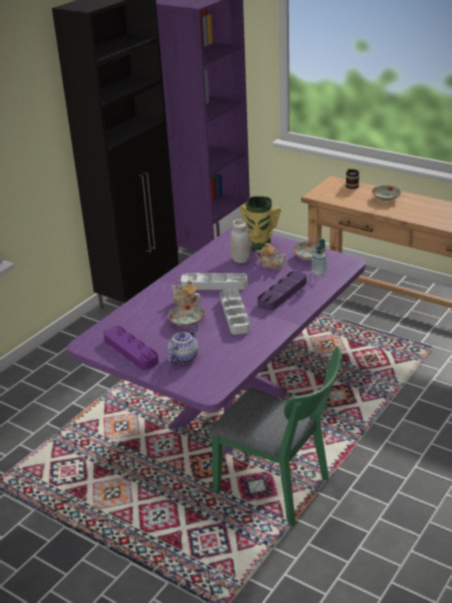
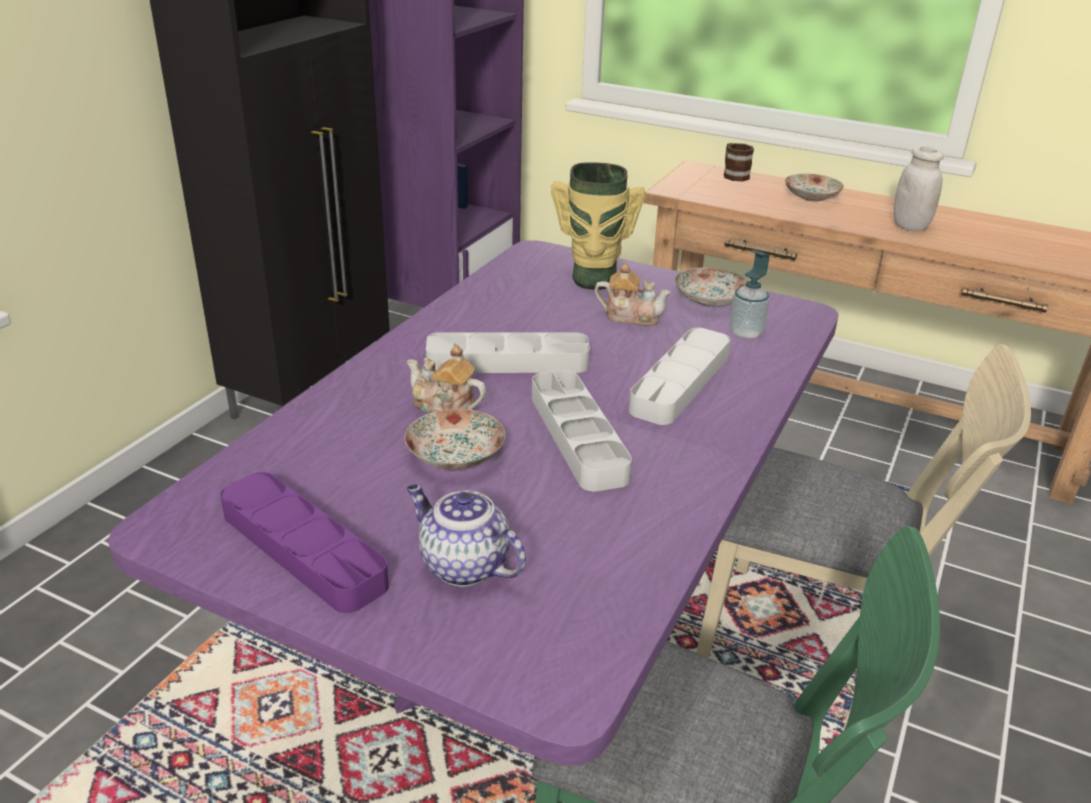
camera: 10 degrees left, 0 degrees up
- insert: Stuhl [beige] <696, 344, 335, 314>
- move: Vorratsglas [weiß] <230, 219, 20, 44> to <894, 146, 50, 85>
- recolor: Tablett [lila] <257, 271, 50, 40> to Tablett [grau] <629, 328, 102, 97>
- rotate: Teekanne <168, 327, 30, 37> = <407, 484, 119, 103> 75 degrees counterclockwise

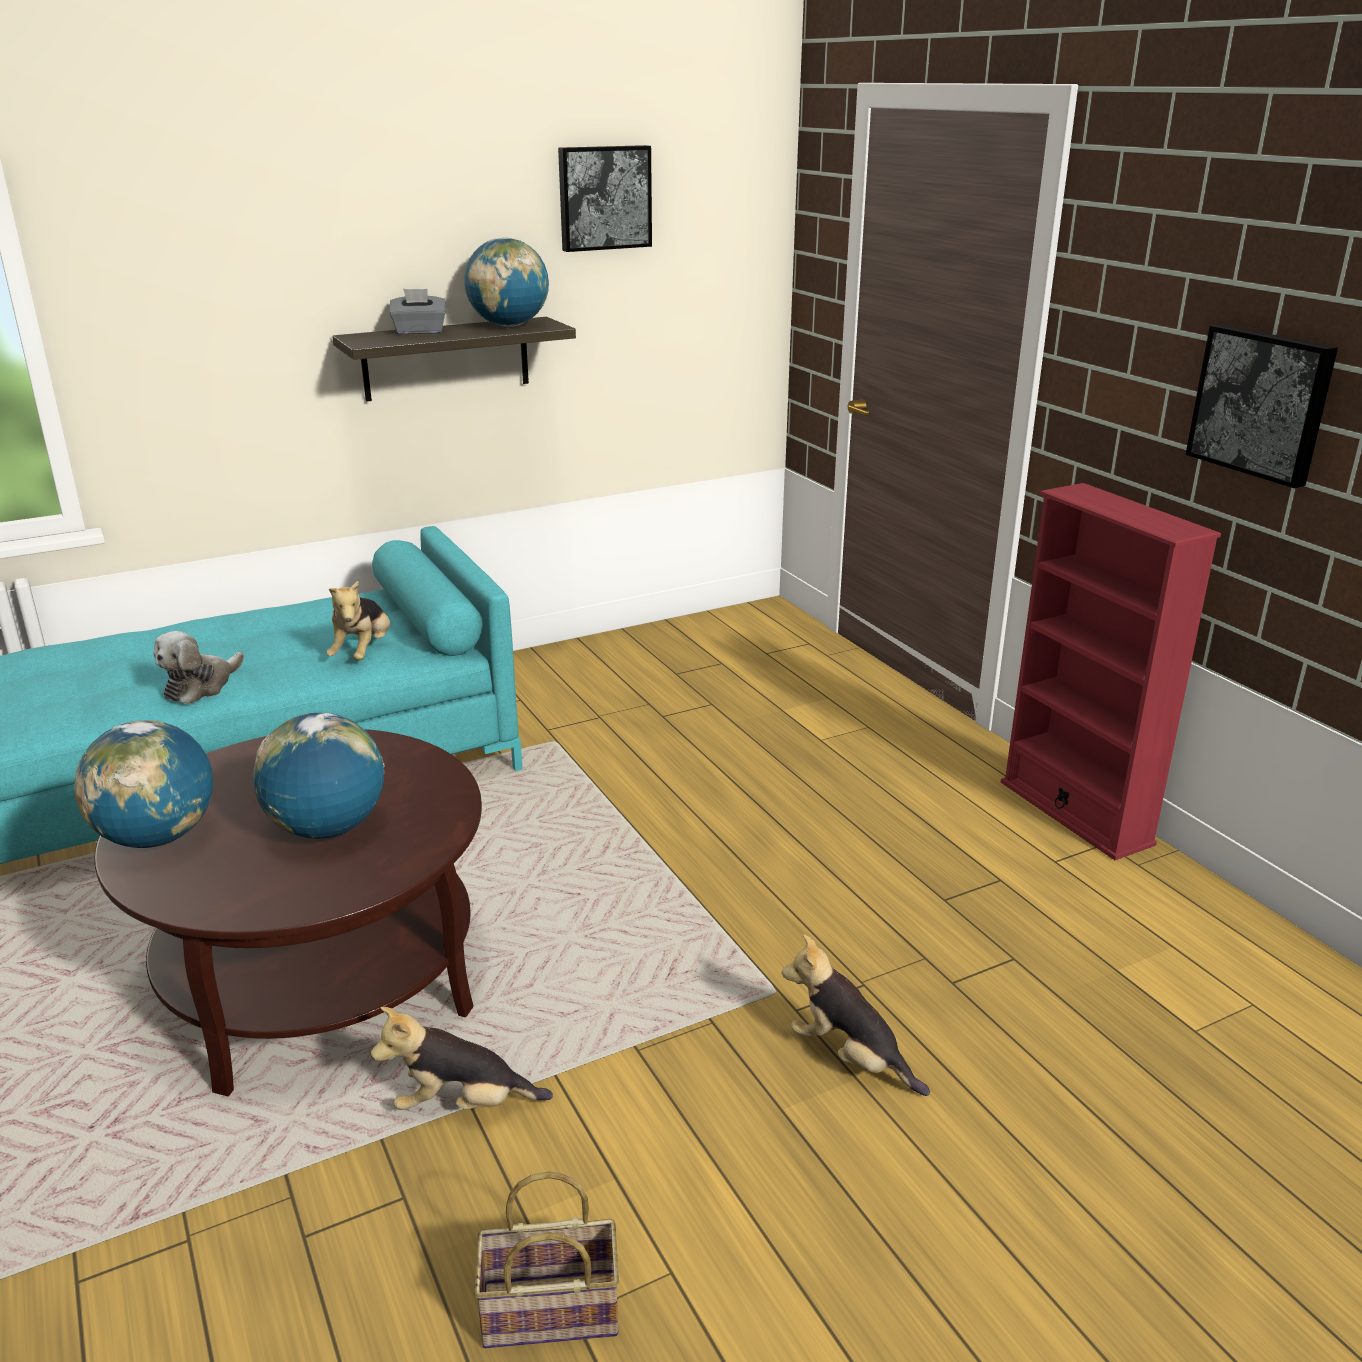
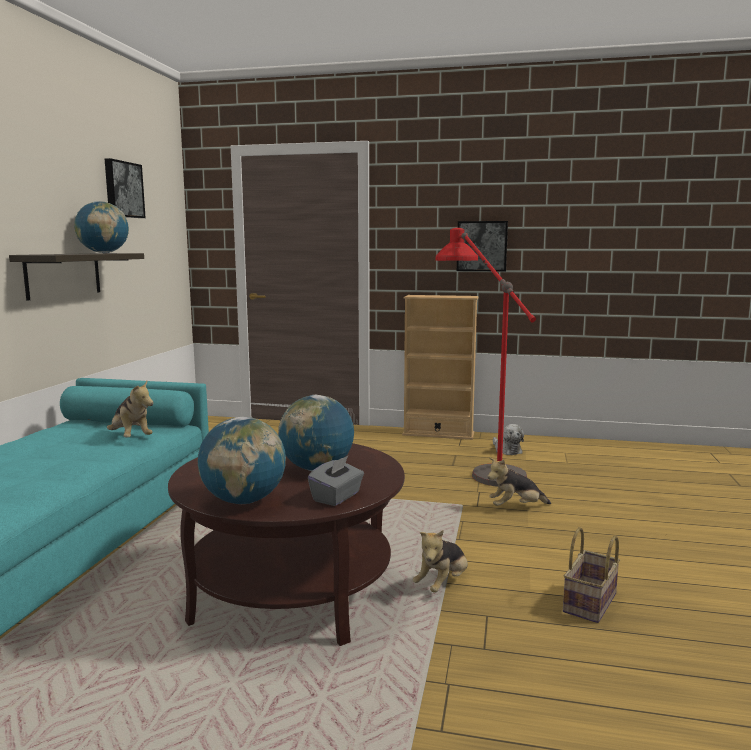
camera: 50 degrees left, 15 degrees down
- insert: Stehlampe [rot] <435, 228, 101, 259>
- move: Plüschtier <154, 631, 90, 73> to <493, 424, 31, 31>
- move: Taschentuchbox [grau] <390, 289, 56, 45> to <308, 456, 56, 50>
- recolor: Bücherregal [rot] <1001, 483, 220, 377> to Bücherregal [beige] <402, 295, 77, 145>

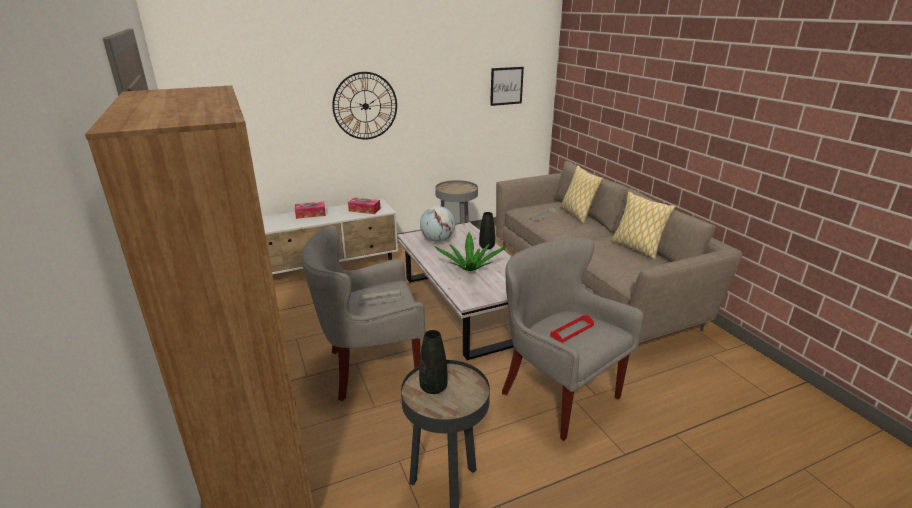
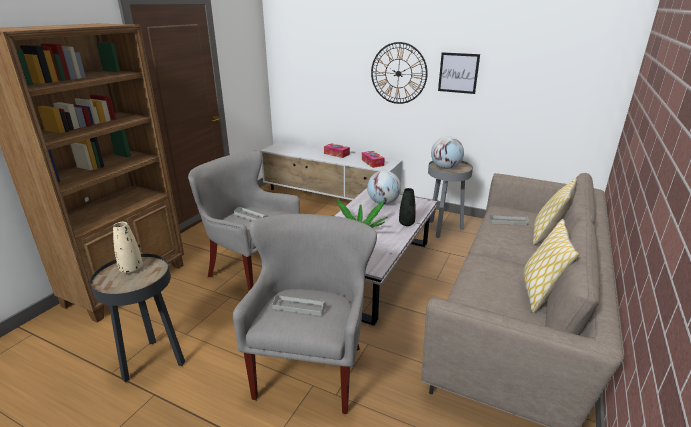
camera: 50 degrees right, 0 degrees up
- insert: Globus <431, 136, 33, 33>
- move: Bild <490, 67, 34, 39> to <438, 52, 42, 42>
- recolor: Vase [schwarz] <419, 330, 29, 64> to Vase [beige] <113, 222, 30, 52>
- recolor: Tablett [rot] <550, 315, 44, 28> to Tablett [grau] <272, 295, 54, 21>

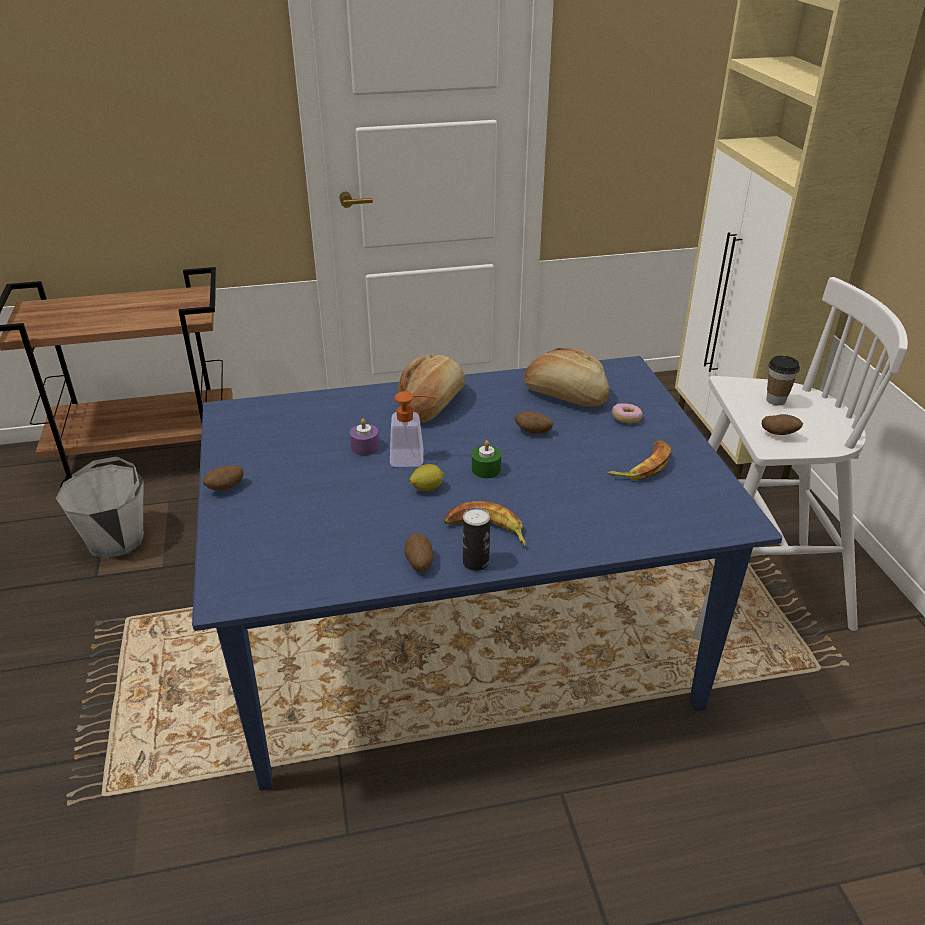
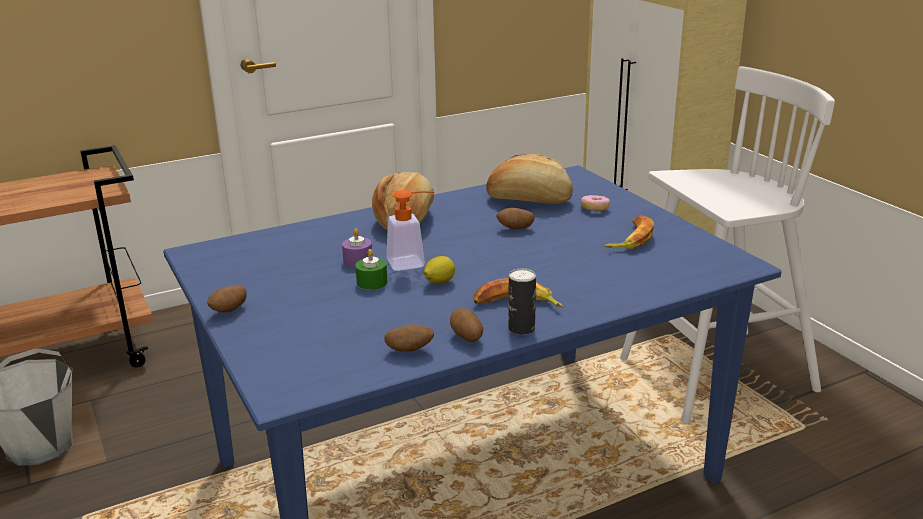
camera: 15 degrees left, 10 degrees down
- delete: Tasse <766, 355, 34, 50>
- move: Kerze [grün] <472, 440, 29, 38> to <356, 249, 32, 41>
- move: Kartoffel <762, 414, 41, 21> to <384, 324, 50, 28>

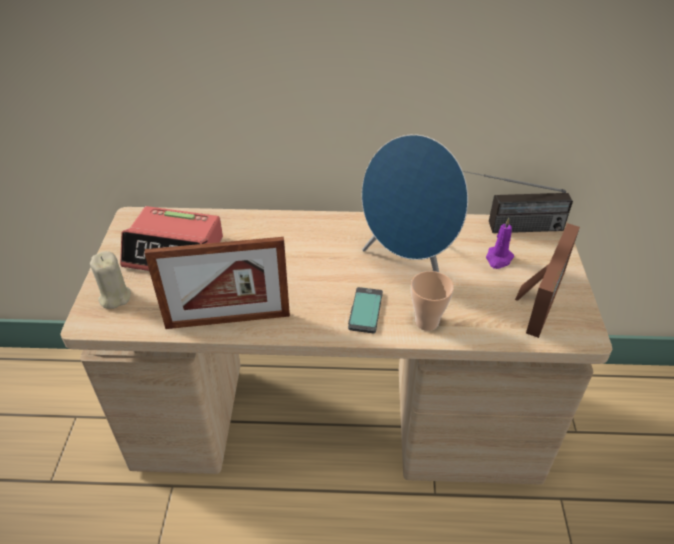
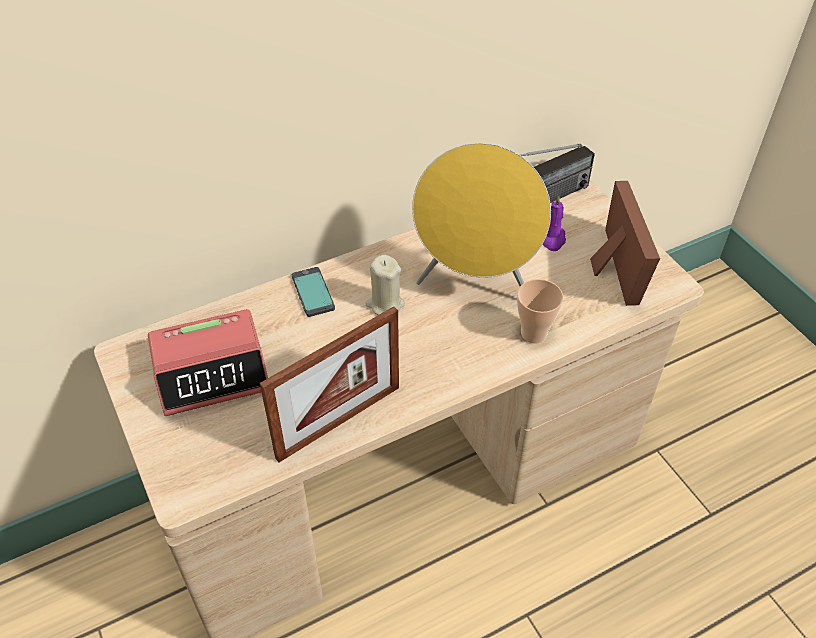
camera: 30 degrees left, 5 degrees up
- move: Kerze [beige] <90, 251, 41, 58> to <365, 255, 40, 60>
- move: Handy <348, 287, 35, 46> to <292, 267, 43, 50>
- recolor: Lautsprecher [blau] <362, 134, 106, 138> to Lautsprecher [gelb] <412, 143, 139, 143>

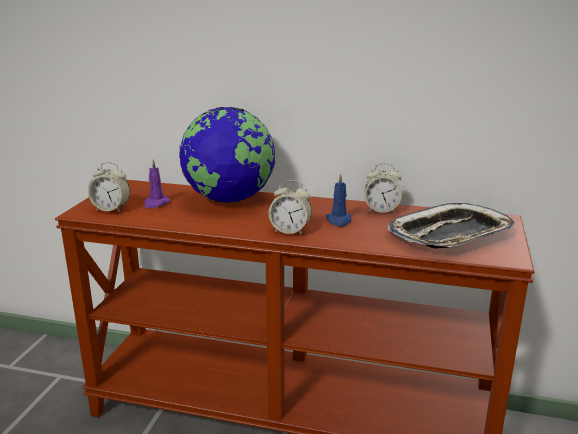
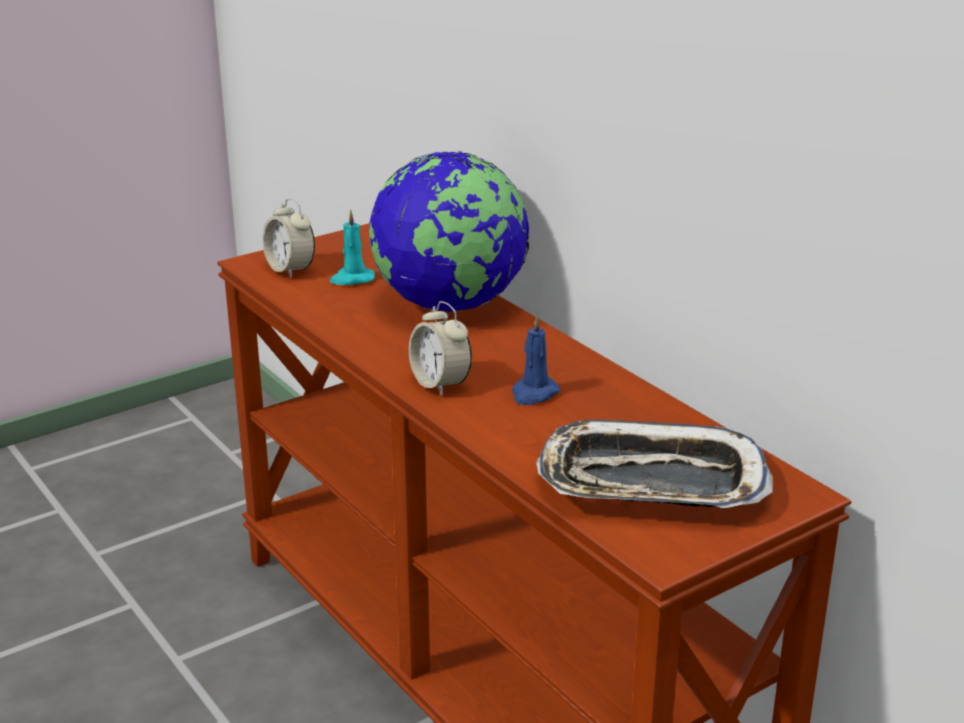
camera: 40 degrees right, 5 degrees up
- delete: Wecker <364, 163, 38, 50>
- recolor: Kerze [lila] <144, 159, 26, 50> to Kerze [türkis] <329, 209, 46, 76>

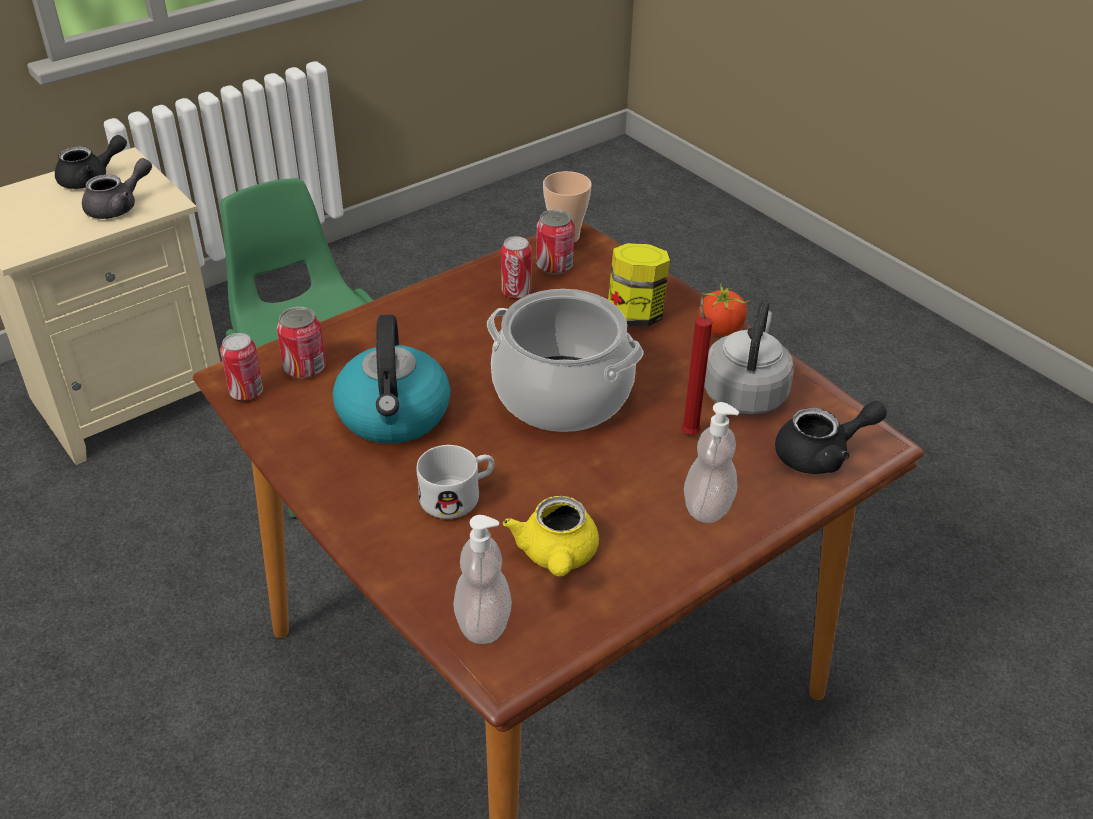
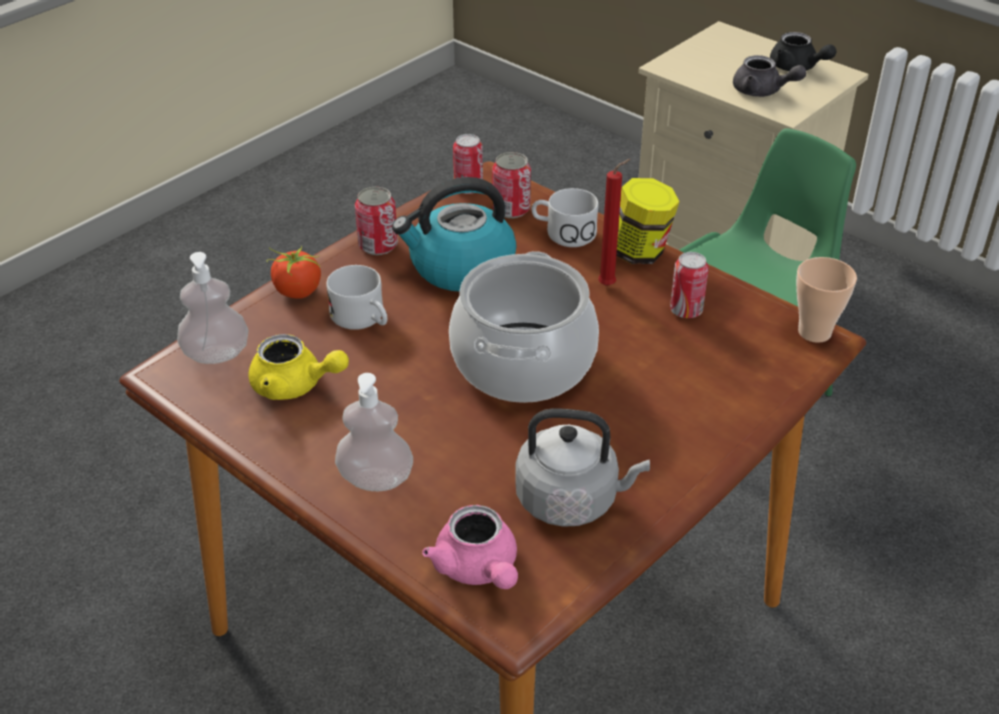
camera: 80 degrees right, 0 degrees up
- insert: Henkelbecher [weiß] <531, 188, 67, 59>
- move: Dose <536, 209, 39, 66> to <355, 187, 43, 68>
- move: Vorratsglas <608, 243, 62, 83> to <616, 178, 64, 86>
- move: Kerze [rot] <681, 297, 32, 138> to <598, 159, 33, 127>
- move: Tomate <699, 284, 51, 52> to <267, 245, 54, 54>
- recolor: Teekanne [schwarz] <775, 401, 112, 73> to Teekanne [rosa] <422, 505, 96, 84>
- rotate: Teekanne [gelb] <503, 496, 96, 81> = <249, 334, 100, 66> 150 degrees counterclockwise

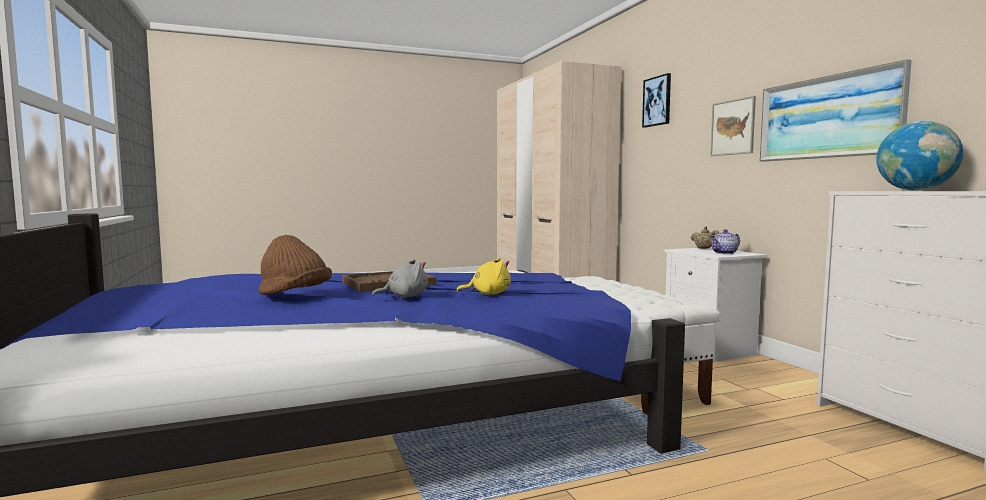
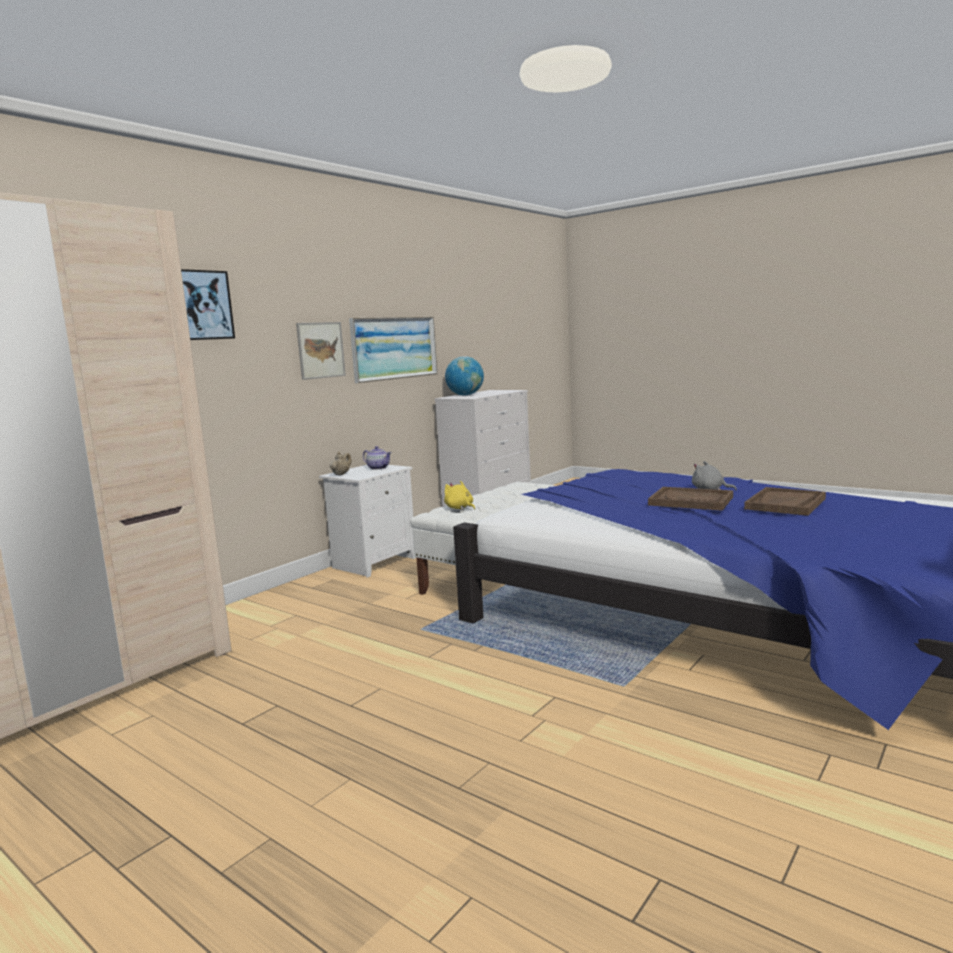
camera: 120 degrees left, 5 degrees up
- move: Plüschtier [gelb] <456, 258, 55, 37> to <444, 481, 31, 29>
- replace: Hut [braun] <258, 235, 74, 60> to Tablett [braun] <744, 487, 82, 29>

